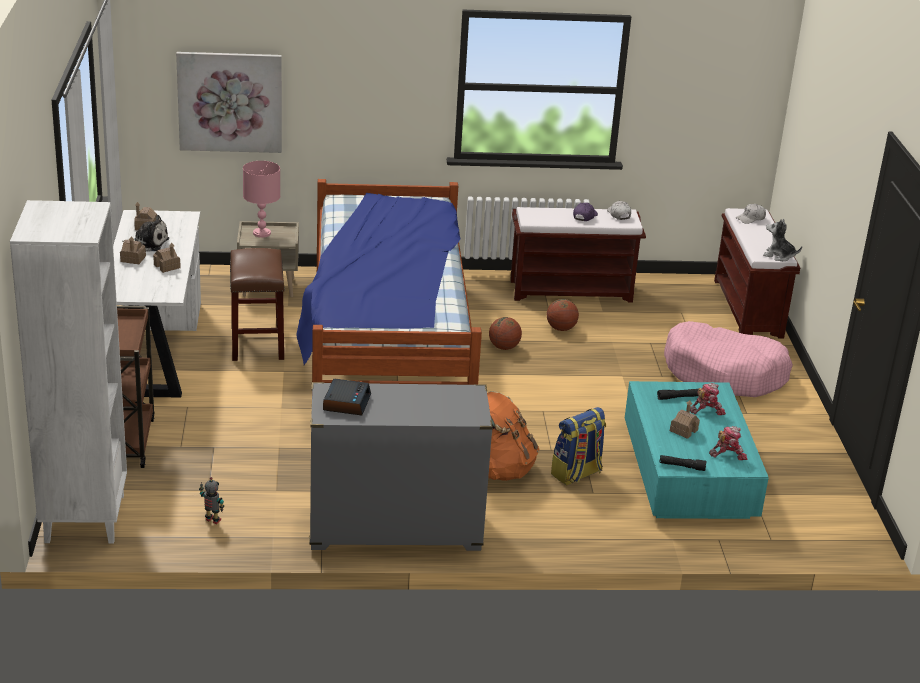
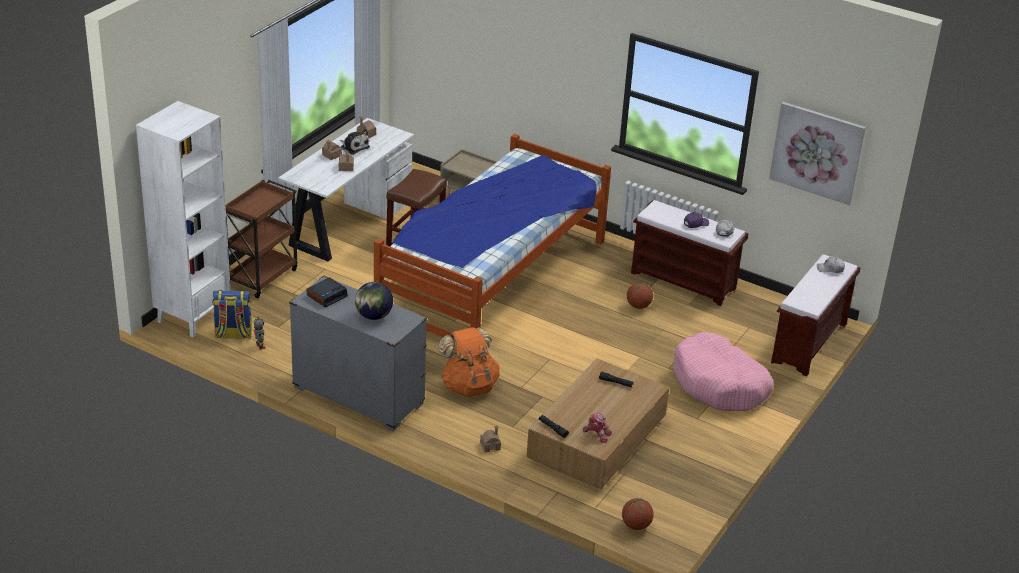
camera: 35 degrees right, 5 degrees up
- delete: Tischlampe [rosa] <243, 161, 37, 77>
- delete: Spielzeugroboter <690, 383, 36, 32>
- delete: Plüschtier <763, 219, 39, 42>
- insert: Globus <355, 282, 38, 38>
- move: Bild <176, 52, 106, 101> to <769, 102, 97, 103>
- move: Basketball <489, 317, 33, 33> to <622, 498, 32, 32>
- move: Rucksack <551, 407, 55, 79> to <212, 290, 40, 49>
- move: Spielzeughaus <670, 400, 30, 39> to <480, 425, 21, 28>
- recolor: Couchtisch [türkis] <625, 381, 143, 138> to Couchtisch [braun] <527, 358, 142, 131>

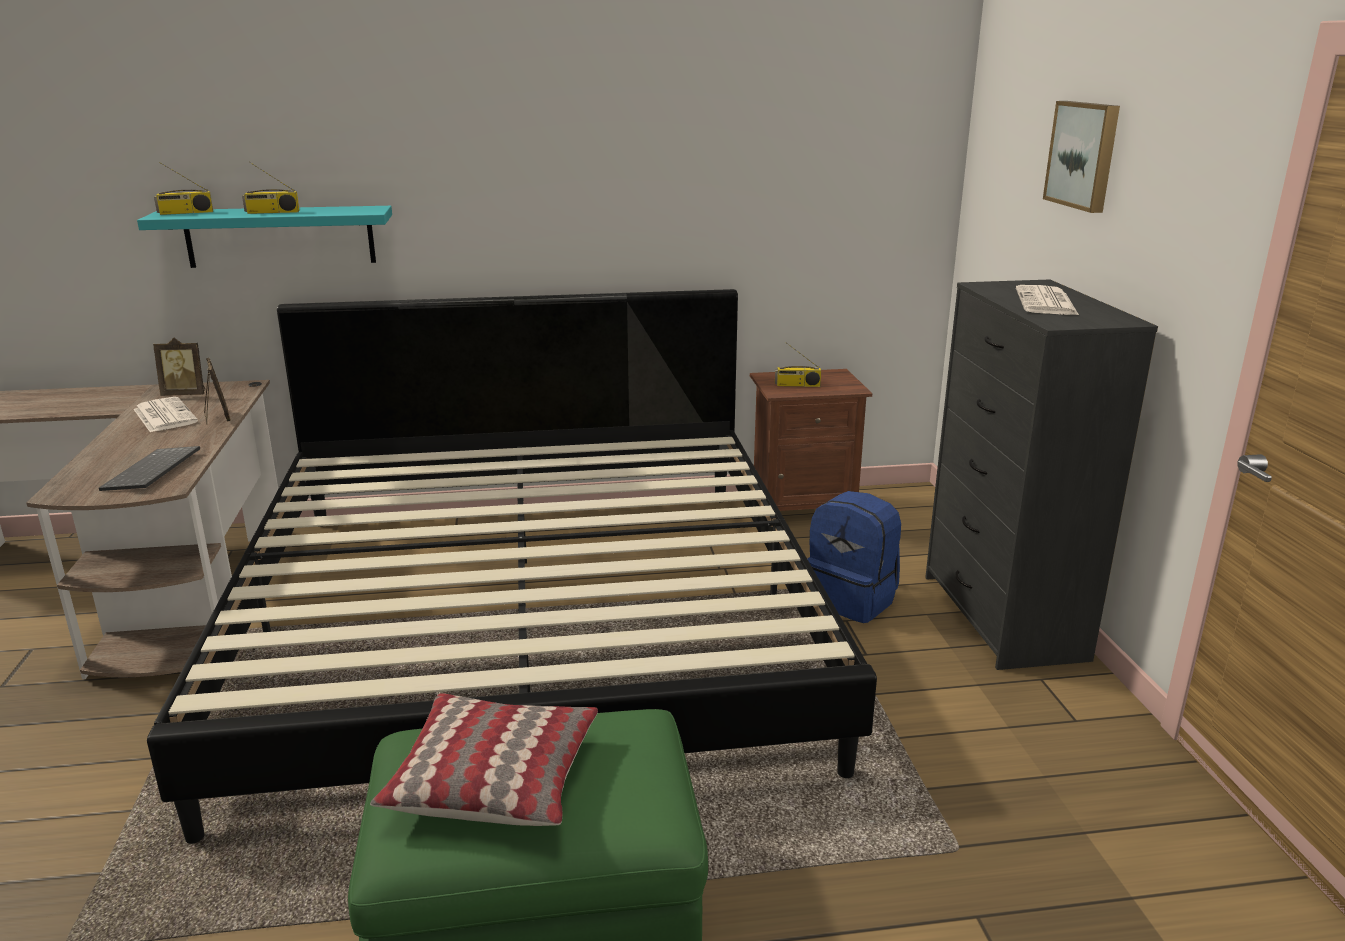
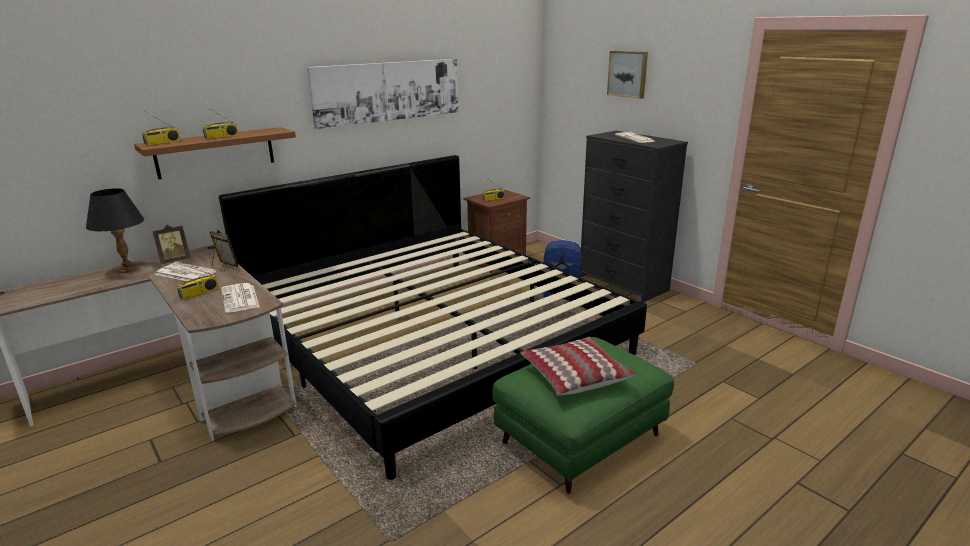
camera: 30 degrees left, 0 degrees up
- insert: Tischlampe [schwarz] <86, 188, 58, 85>
- insert: Radio <177, 264, 41, 35>
- insert: Bild <307, 59, 151, 70>
- replace: Tastatur <99, 446, 101, 45> to Zeitung <221, 283, 39, 30>
- recolor: Wandregal [türkis] <137, 206, 255, 62> to Wandregal [braun] <134, 127, 162, 52>

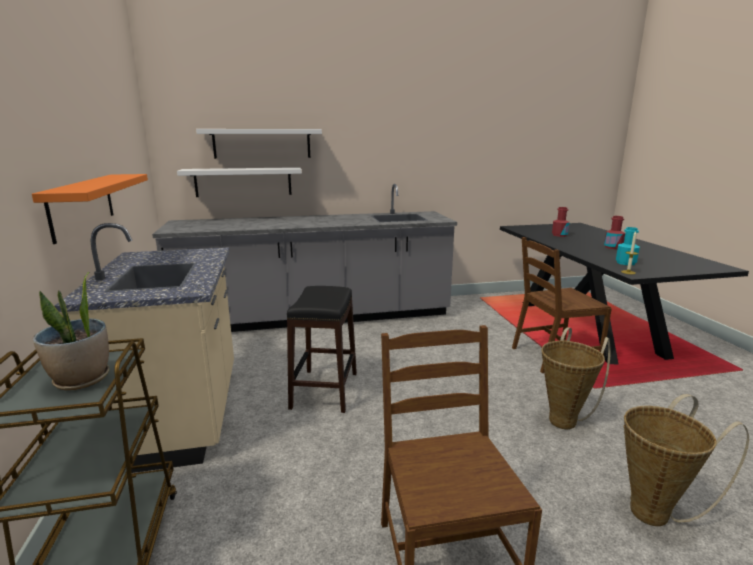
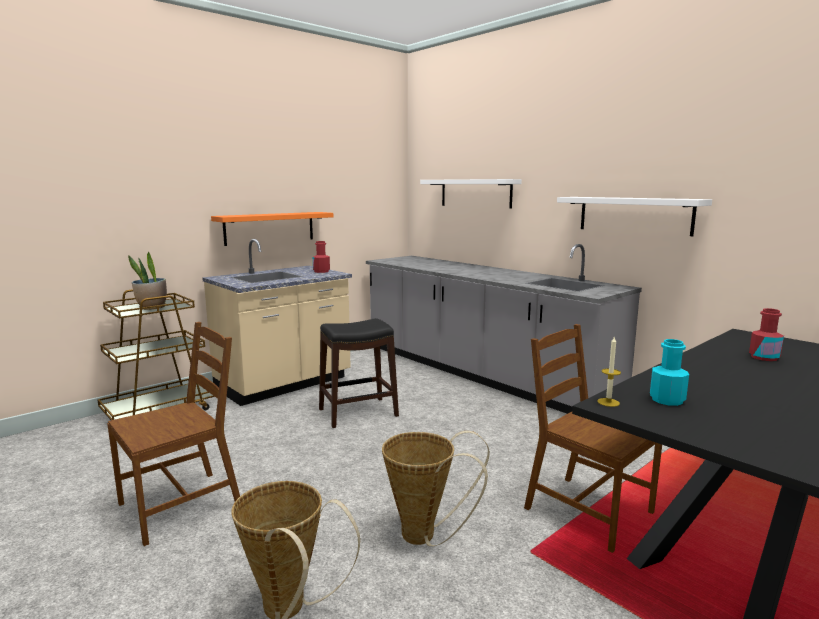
camera: 60 degrees right, 5 degrees down
- move: Wandregal [weiß] <177, 167, 125, 30> to <557, 197, 155, 39>
- move: Flasche [rot] <604, 216, 21, 33> to <313, 241, 17, 32>

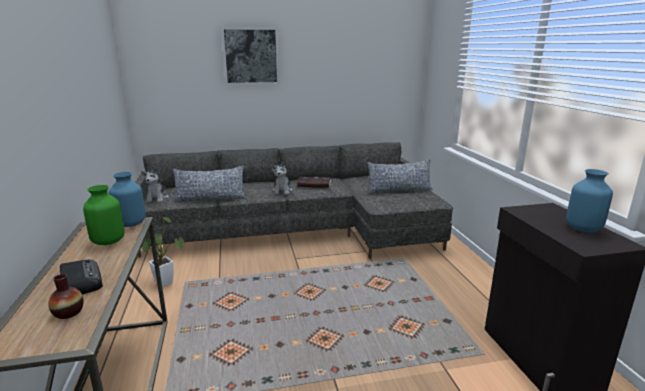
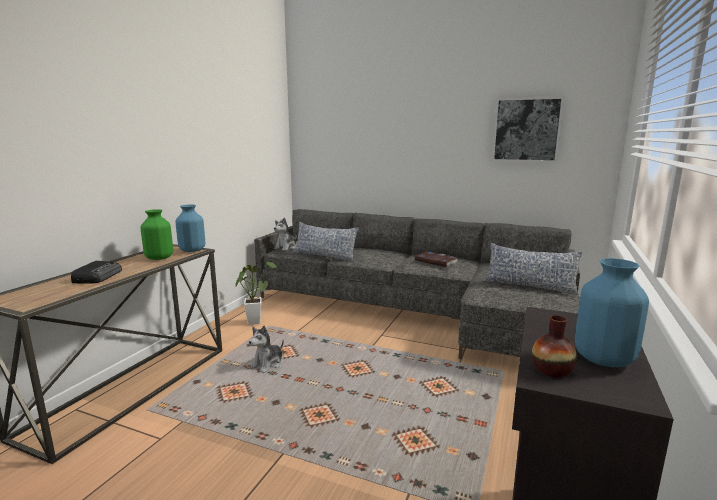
camera: 35 degrees right, 5 degrees down
- move: Vase <48, 274, 35, 45> to <532, 315, 45, 63>
- move: Bild <221, 27, 58, 58> to <492, 96, 72, 67>
- move: Plüschtier <271, 161, 22, 34> to <249, 325, 35, 48>

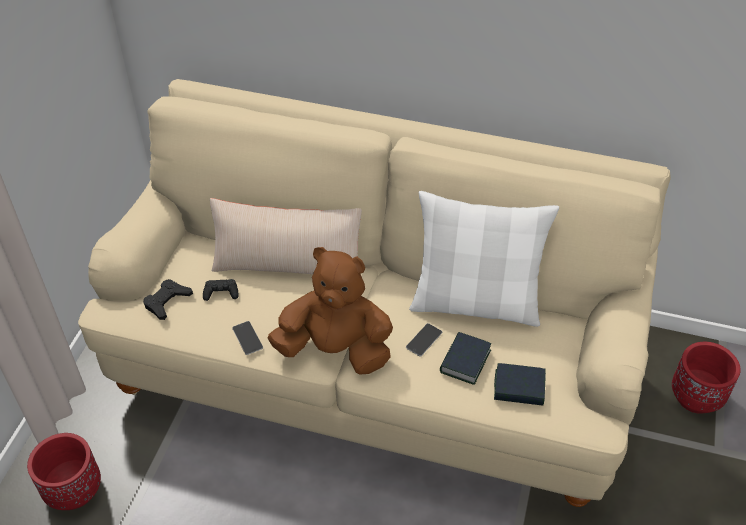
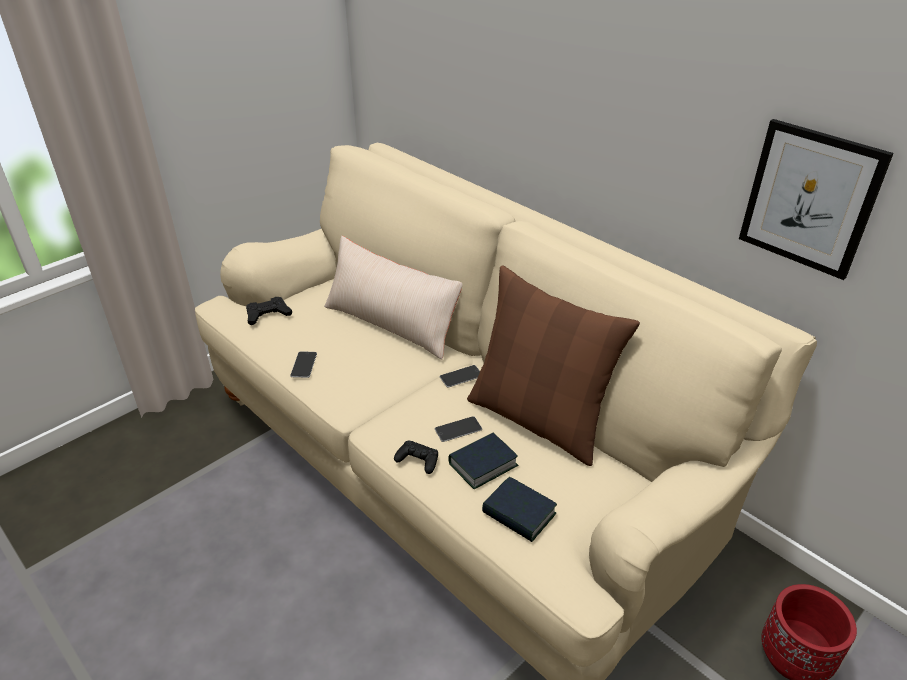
camera: 30 degrees right, 10 degrees down
- delete: Pflanzkübel [rot] <27, 433, 74, 77>
- delete: Plüschtier [braun] <268, 247, 125, 128>
- insert: Handy <440, 365, 40, 23>
- insert: Bild <739, 119, 155, 161>
- move: Gamepad [schwarz] <203, 279, 36, 22> to <394, 441, 44, 33>
- recolor: Kissen [weiß] <409, 191, 150, 136> to Kissen [braun] <467, 266, 173, 200>

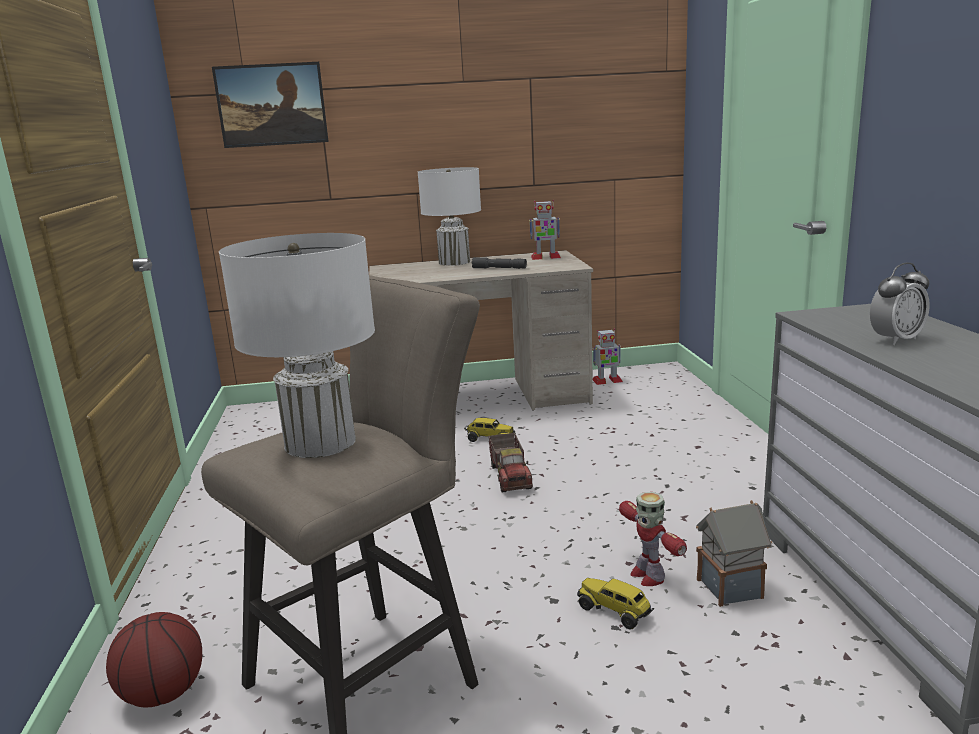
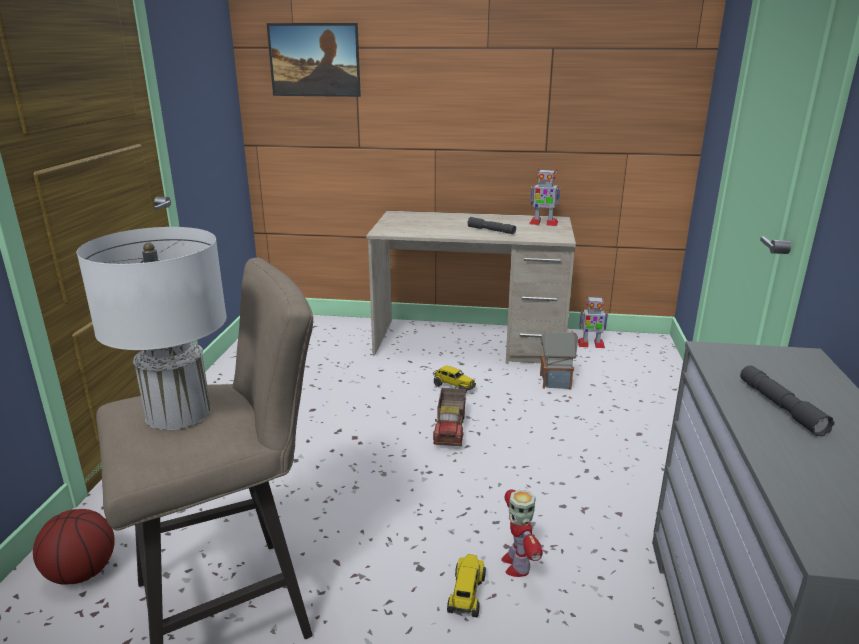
camera: 15 degrees right, 5 degrees up
- delete: Tischlampe [weiß] <418, 167, 63, 99>
- move: Spielzeughaus <696, 500, 76, 107> to <540, 330, 38, 59>
- replace: Wecker <870, 263, 60, 82> to Taschenlampe [grau] <740, 365, 94, 72>
- rotate: Spielzeuglaster <577, 578, 77, 52> = <447, 554, 39, 63> 45 degrees clockwise

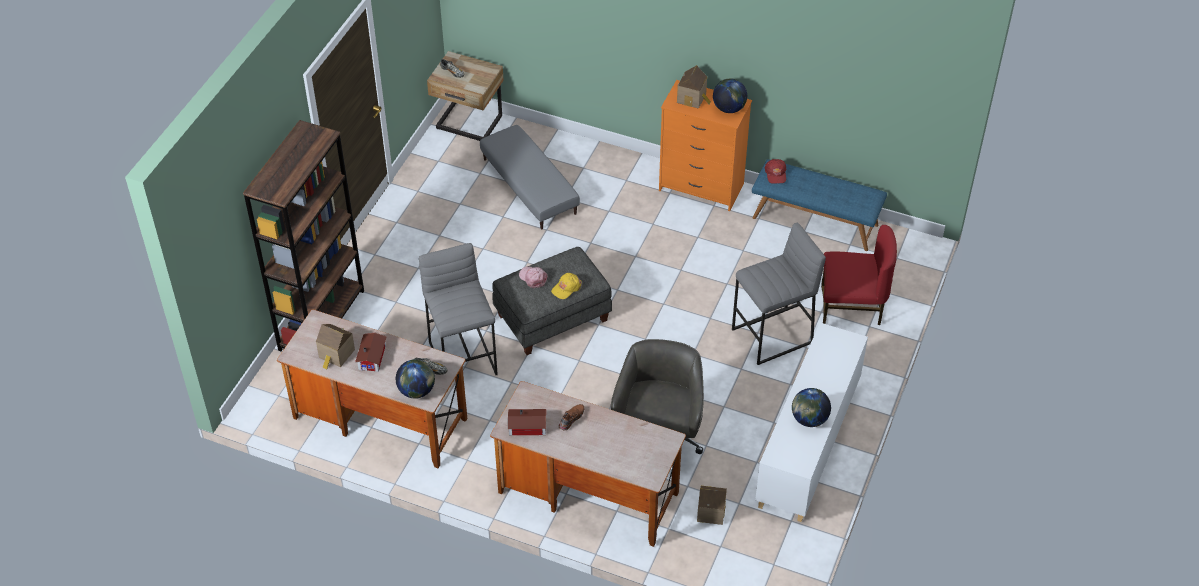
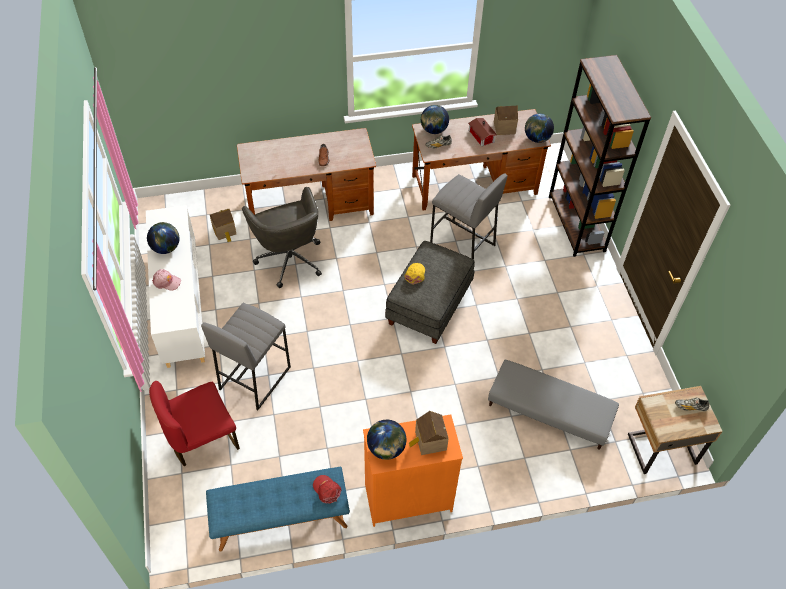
camera: 145 degrees right, 5 degrees up
- delete: Spielzeughaus <508, 409, 38, 27>
- insert: Globus <525, 113, 29, 30>
- move: Kappe [rosa] <519, 266, 29, 22> to <152, 269, 29, 21>

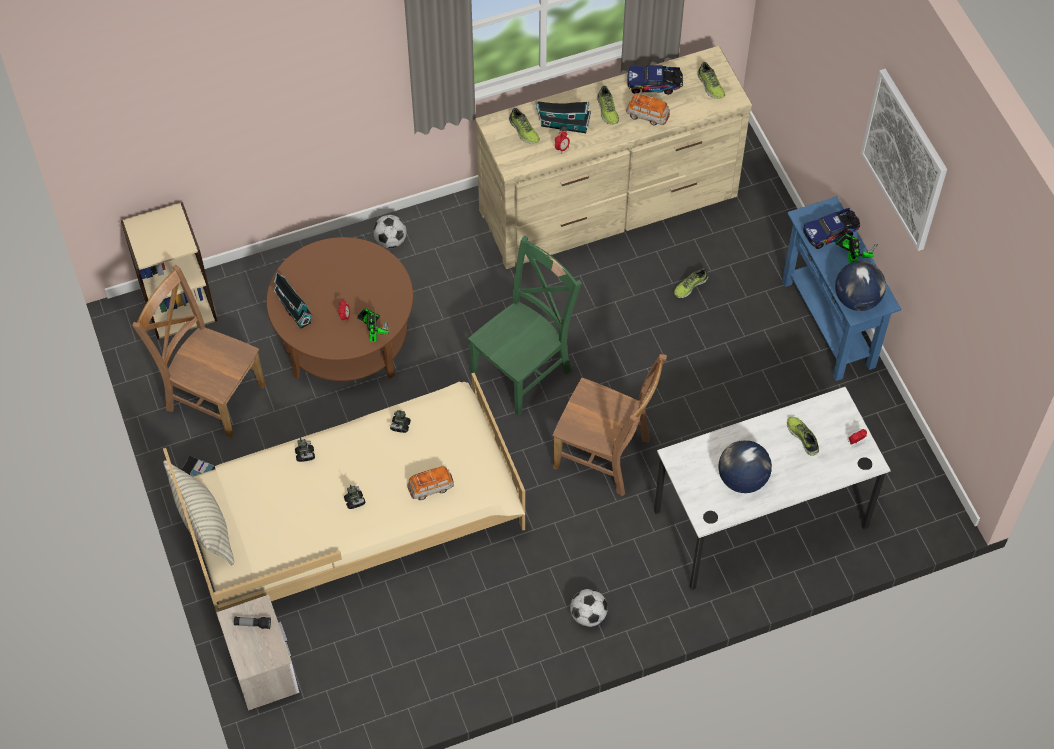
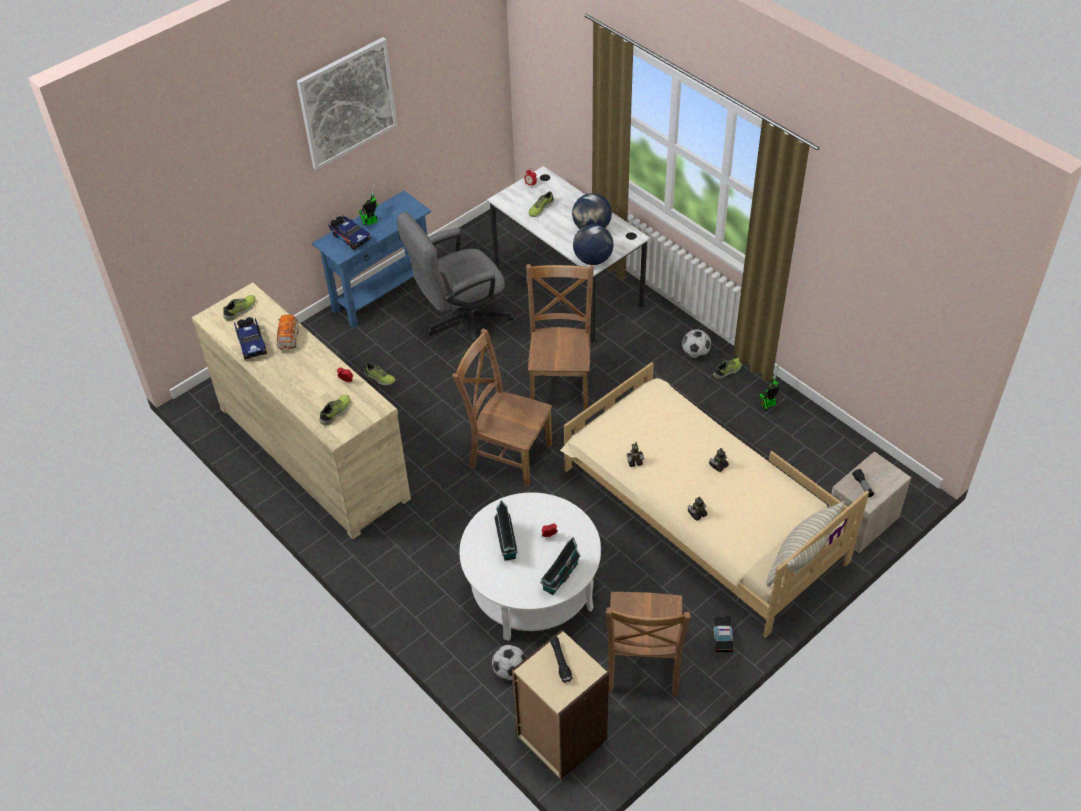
camera: 110 degrees left, 10 degrees down
- delete: Spielzeugauto <407, 466, 47, 34>
- insert: Bürostuhl [grau] <397, 212, 117, 131>
- insert: Taschenlampe [schwarz] <550, 637, 23, 46>
- move: Spielzeugroboter <357, 308, 32, 34> to <759, 365, 21, 46>
- move: Fußball <373, 215, 34, 33> to <492, 645, 34, 35>
- move: Spielzeughaus <536, 101, 55, 32> to <494, 500, 24, 61>
- move: Schuh <597, 86, 22, 38> to <713, 358, 29, 21>
- move: Globus <835, 261, 51, 50> to <573, 224, 41, 41>
- recolor: Couchtisch [braun] <267, 237, 146, 144> to Couchtisch [weiß] <459, 492, 142, 149>
- recolor: Stuhl [grün] <468, 236, 114, 180> to Stuhl [braun] <452, 328, 100, 159>

